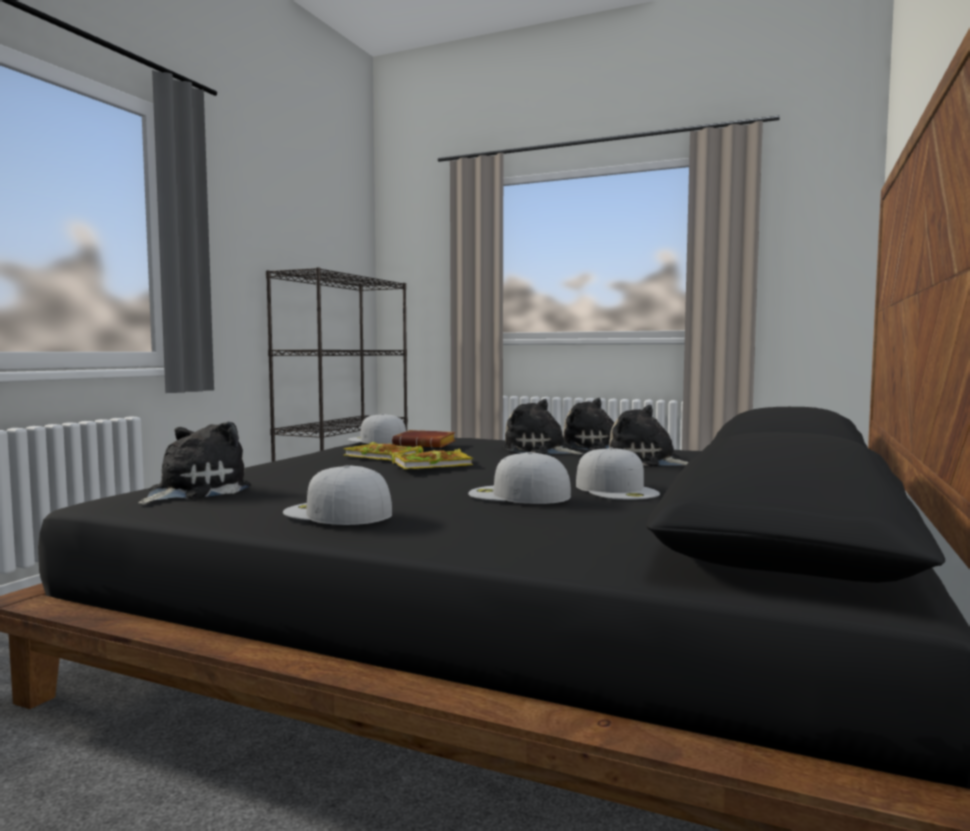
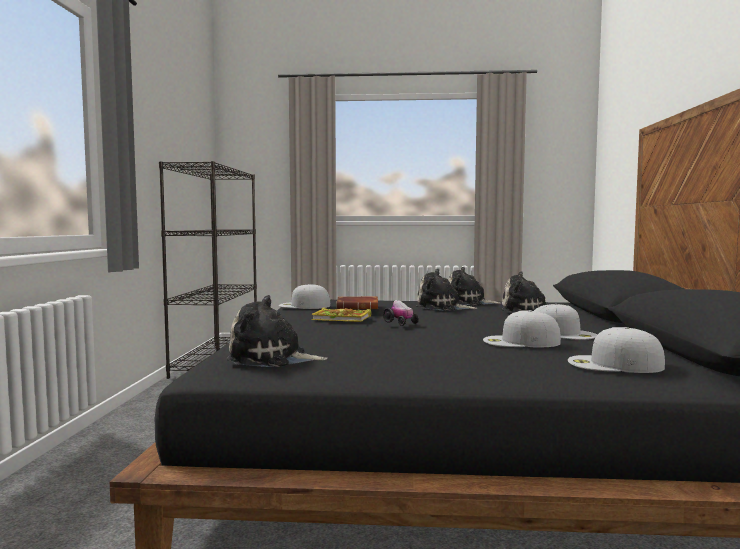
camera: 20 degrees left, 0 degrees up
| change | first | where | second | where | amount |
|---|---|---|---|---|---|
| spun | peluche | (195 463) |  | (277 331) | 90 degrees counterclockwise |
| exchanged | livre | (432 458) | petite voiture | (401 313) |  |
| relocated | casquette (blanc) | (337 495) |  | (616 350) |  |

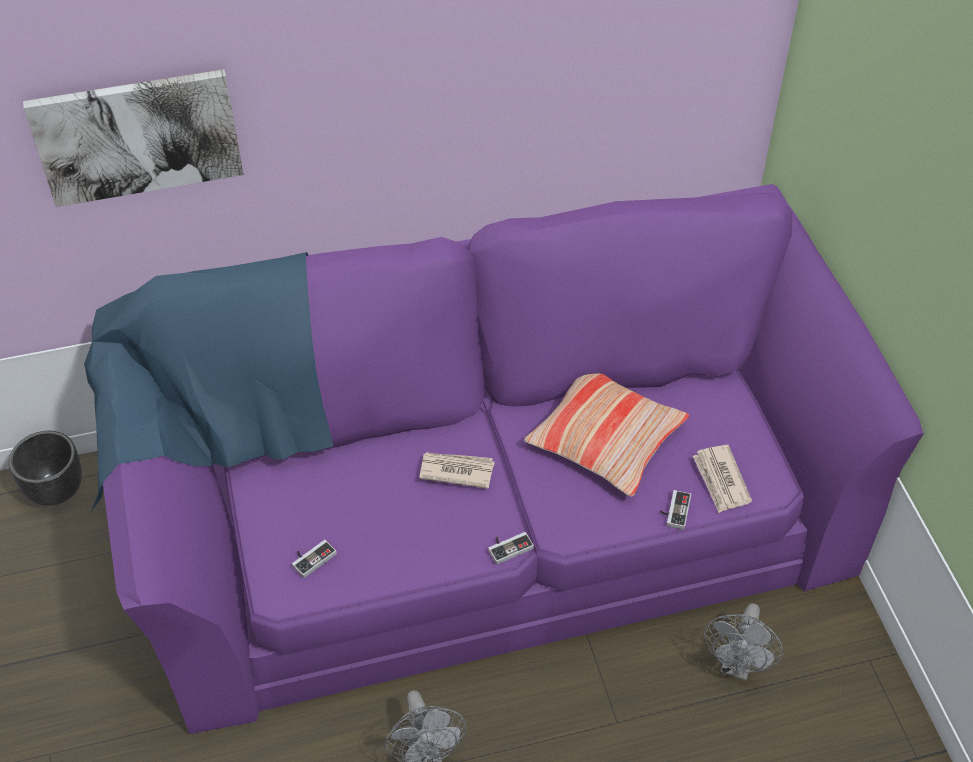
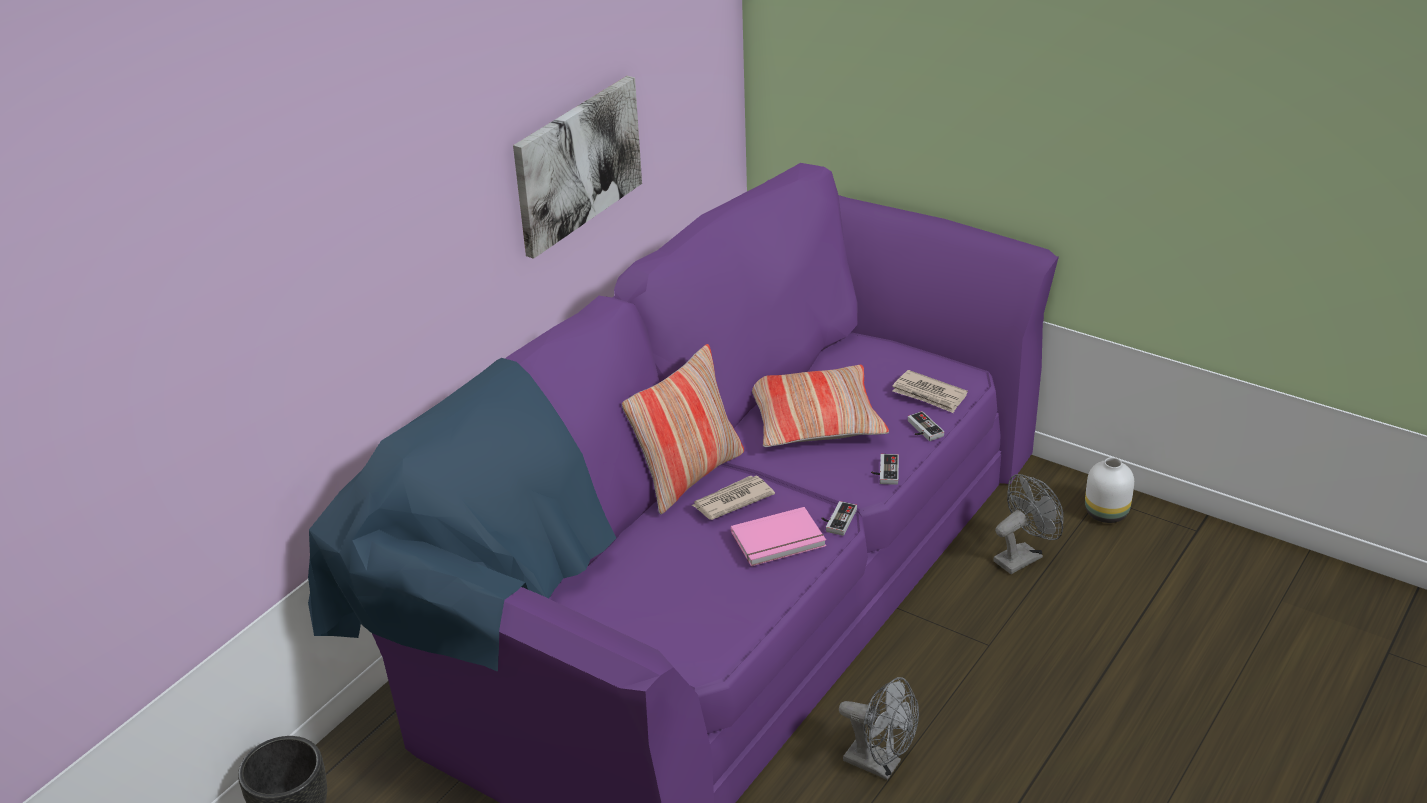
camera: 40 degrees left, 15 degrees down
| change | first | where | second | where | amount |
|---|---|---|---|---|---|
| relocated | tableau | (133 138) |  | (577 167) |  |
| relocated | manette | (314 559) |  | (885 469) |  |
| spun | ventilateur (gris) | (743 642) |  | (1028 524) | 105 degrees counterclockwise |
| appeared |  |  | coussin | (683 429) |  |
| appeared |  |  | vase (blanc) | (1109 490) |  |
| appeared |  |  | livre (rose) | (778 536) |  |

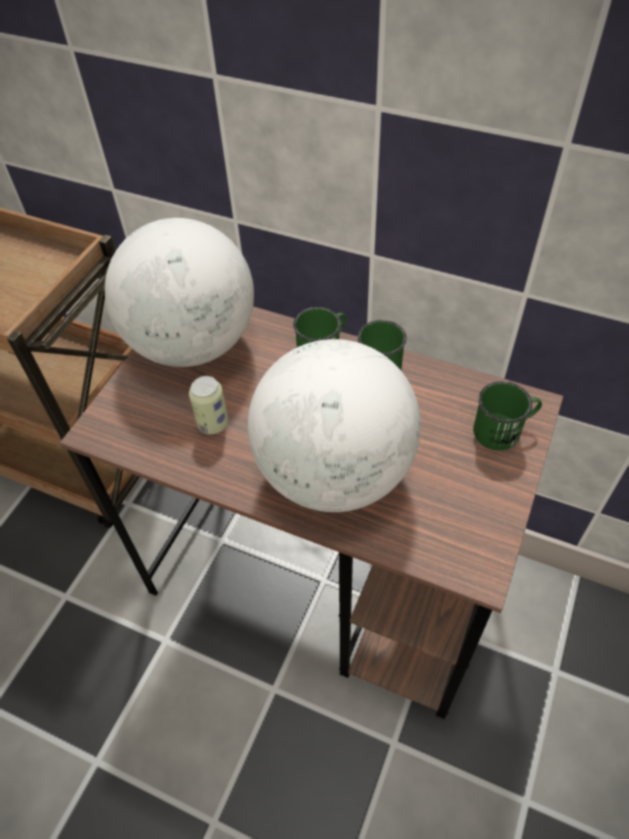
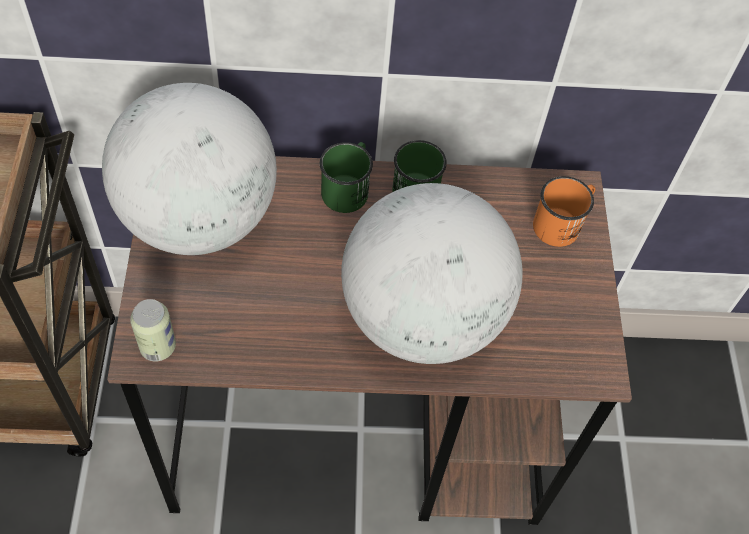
camera: 30 degrees left, 5 degrees up
| change | first | where | second | where | amount |
|---|---|---|---|---|---|
| relocated | boîte métallique | (208 405) |  | (153 330) |  |
| colour | mug (vert) | (507 415) | mug (orange) | (564 211) |  |

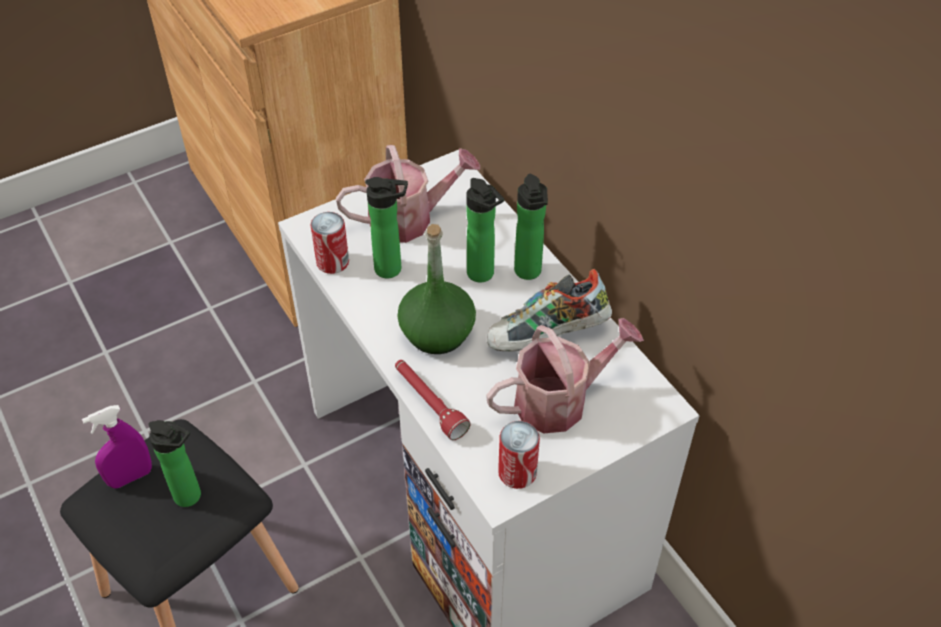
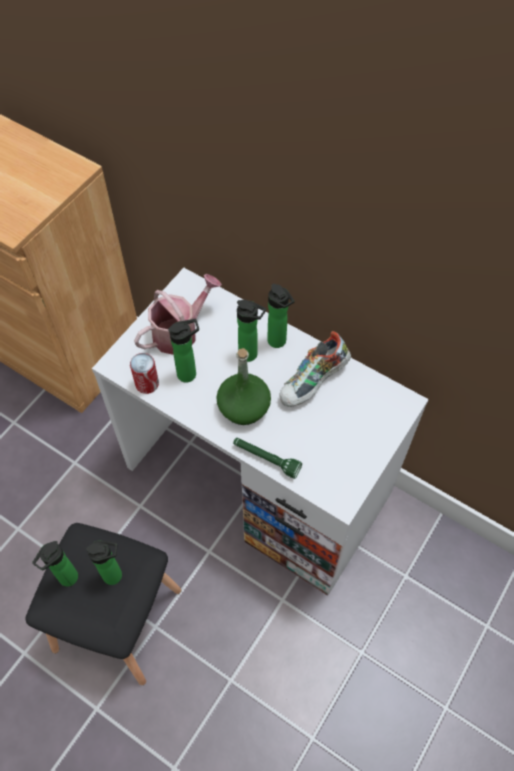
camera: 25 degrees left, 10 degrees up
| change | first | where | second | where | amount |
|---|---|---|---|---|---|
| missing | arrosoir | (565 375) |  |  |  |
| colour | lampe de poche (rouge) | (433 400) | lampe de poche (vert) | (267 458) |  |
| exchanged | vaporisateur (violet) | (117 446) | bouteille | (55 564) |  |
| missing | boîte métallique | (519 455) |  |  |  |

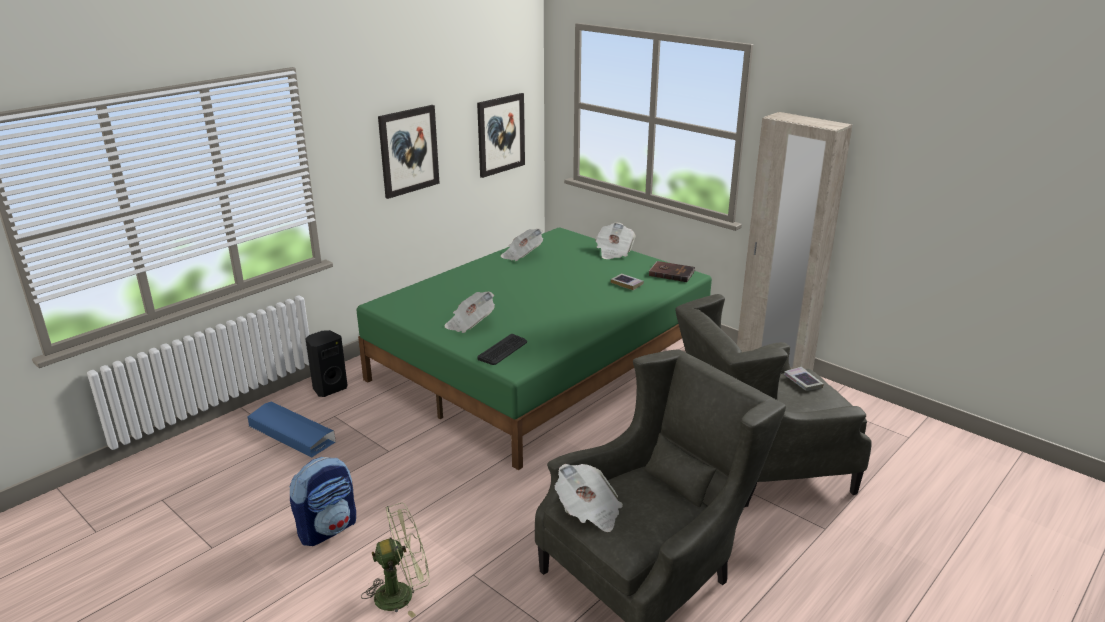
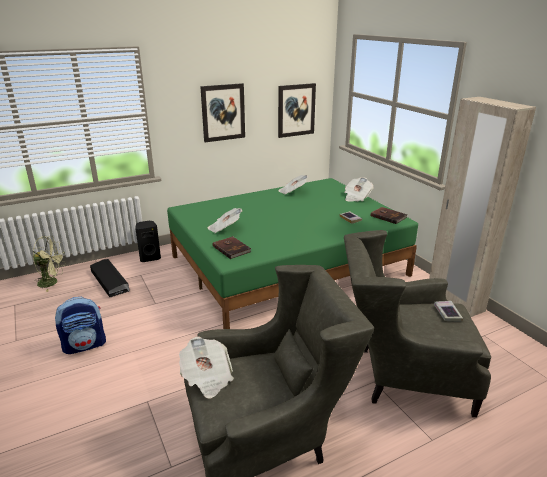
camera: 20 degrees right, 0 degrees up
| change | first | where | second | where | amount |
|---|---|---|---|---|---|
| exchanged | clavier | (502 349) | livre (marron) | (232 247) |  |
| colour | boîte de rangement (bleu) | (292 429) | boîte de rangement (noir) | (109 278) |  |
| relocated | ventilateur (vert) | (395 560) |  | (49 264) |  |

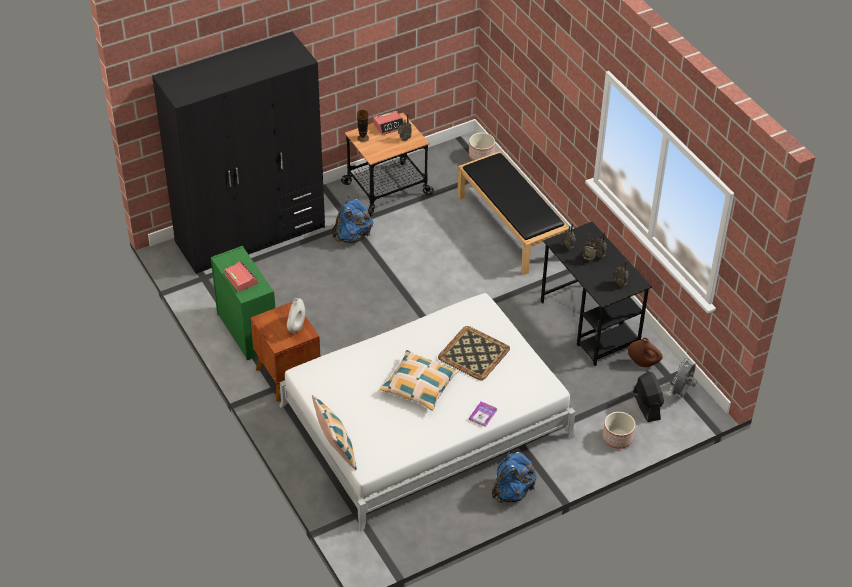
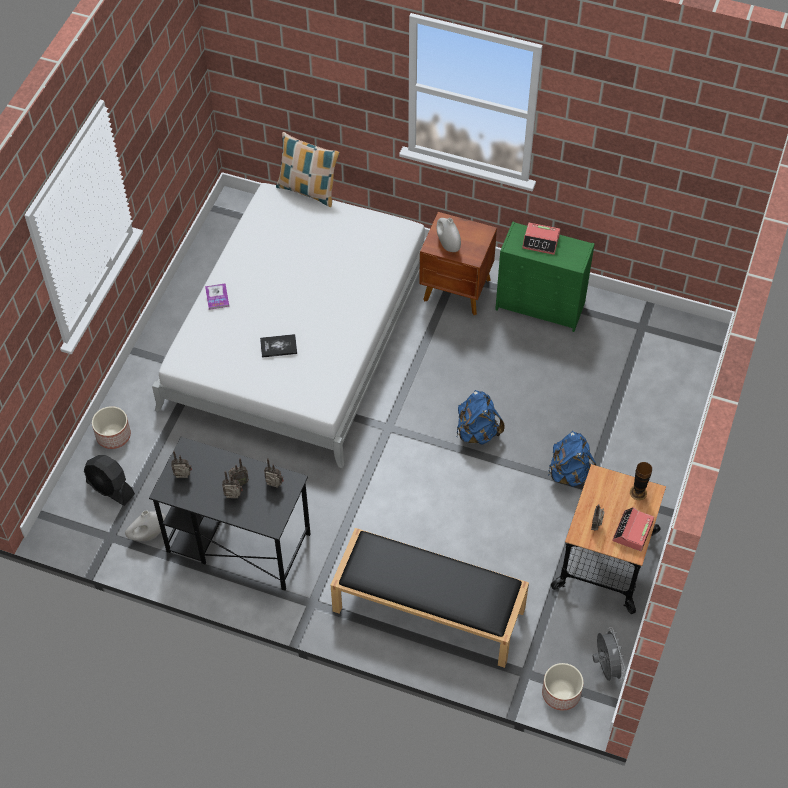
camera: 140 degrees right, 10 degrees up
| change | first | where | second | where | amount |
|---|---|---|---|---|---|
| missing | armoire (noir) | (238 152) |  |  |  |
| exchanged | plateau | (474 353) | livre | (278 346) |  |
| colour | vase (marron) | (645 352) | vase (blanc) | (145 525) |  |
| missing | coussin | (419 380) |  |  |  |
| relocated | ventilateur (gris) | (683 378) |  | (609 654) |  |
| relocated | sac à dos (bleu) | (514 477) |  | (481 417) |  |

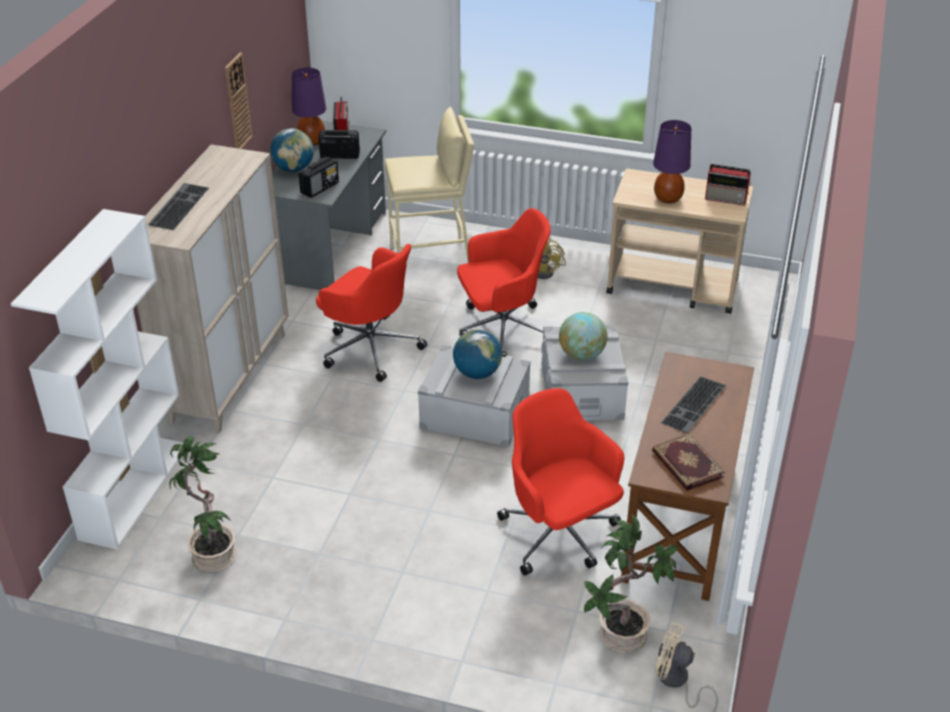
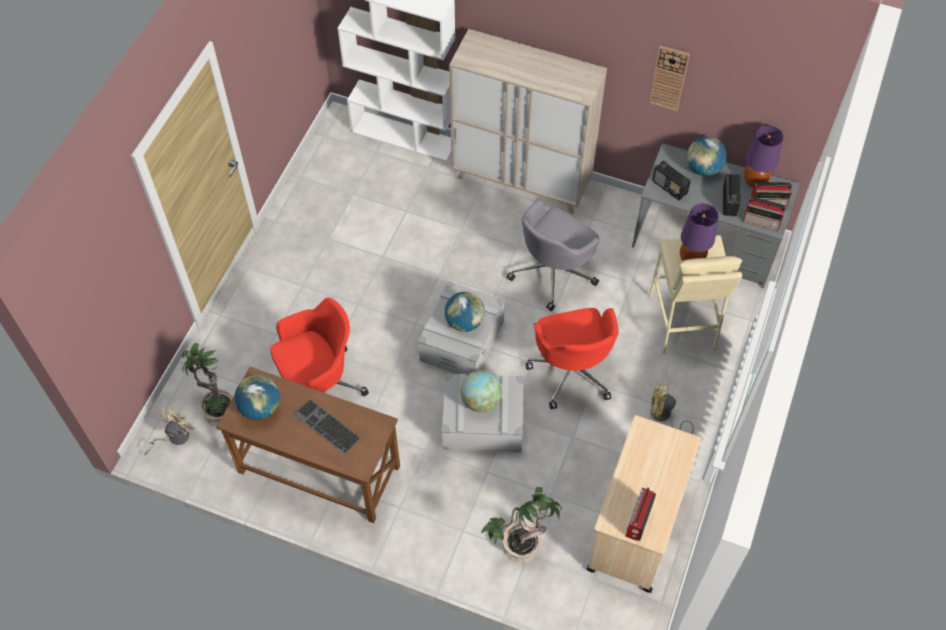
camera: 95 degrees right, 20 degrees up
| change | first | where | second | where | amount |
|---|---|---|---|---|---|
| relocated | lampe de table (violet) | (672 161) |  | (699 232) |  |
| missing | clavier | (178 206) |  |  |  |
| colour | chaise de bureau (rouge) | (371 313) | chaise de bureau (gris) | (553 255) |  |
| exchanged | livre | (688 462) | globe | (257 397) |  |
| relocated | plante en pot | (203 504) |  | (521 525) |  |
| appeared |  |  | radio | (764 214) |  |

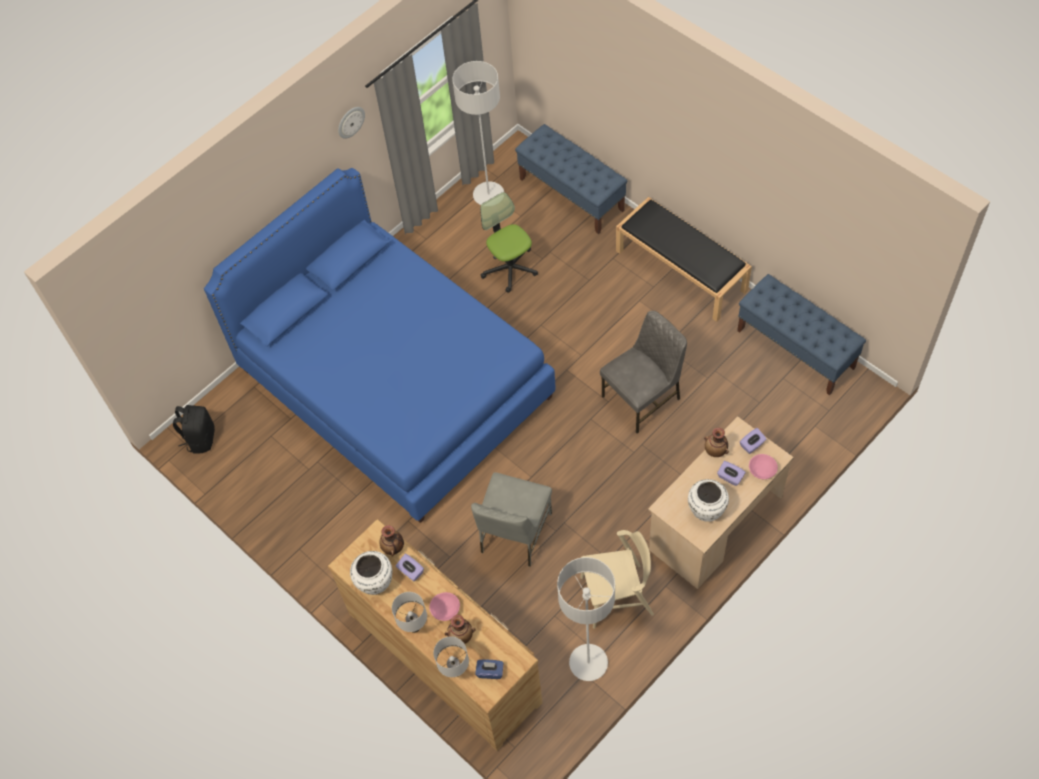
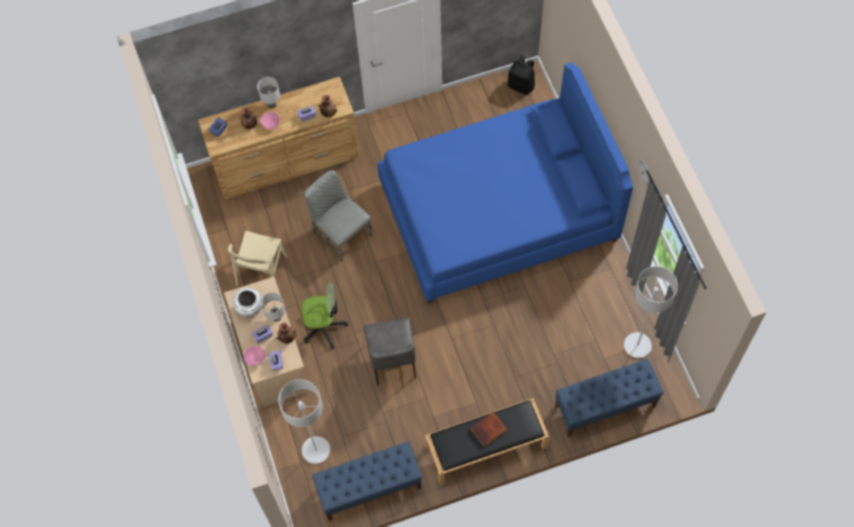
camera: 115 degrees right, 5 degrees up
| change | first | where | second | where | amount |
|---|---|---|---|---|---|
| relocated | chaise de bureau | (509 242) |  | (325 315) |  |
| missing | vase (blanc) | (371 573) |  |  |  |
| relocated | lampadaire (gris) | (586 619) |  | (304 421) |  |
| relocated | lampe de table (blanc) | (451 656) |  | (273 307) |  |
| appeared |  |  | livre | (488 429) |  |

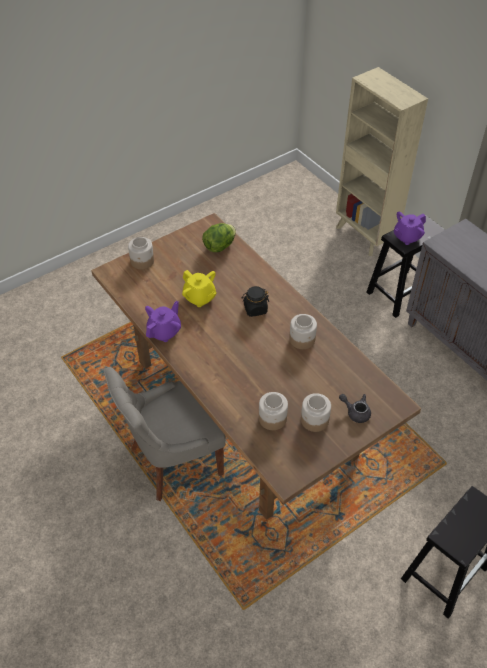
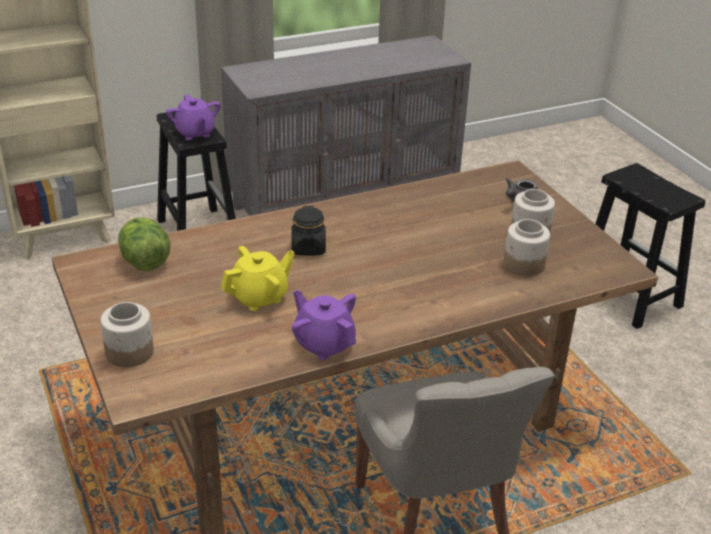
camera: 80 degrees left, 15 degrees down
| change | first | where | second | where | amount |
|---|---|---|---|---|---|
| missing | bocal | (303 331) |  |  |  |

